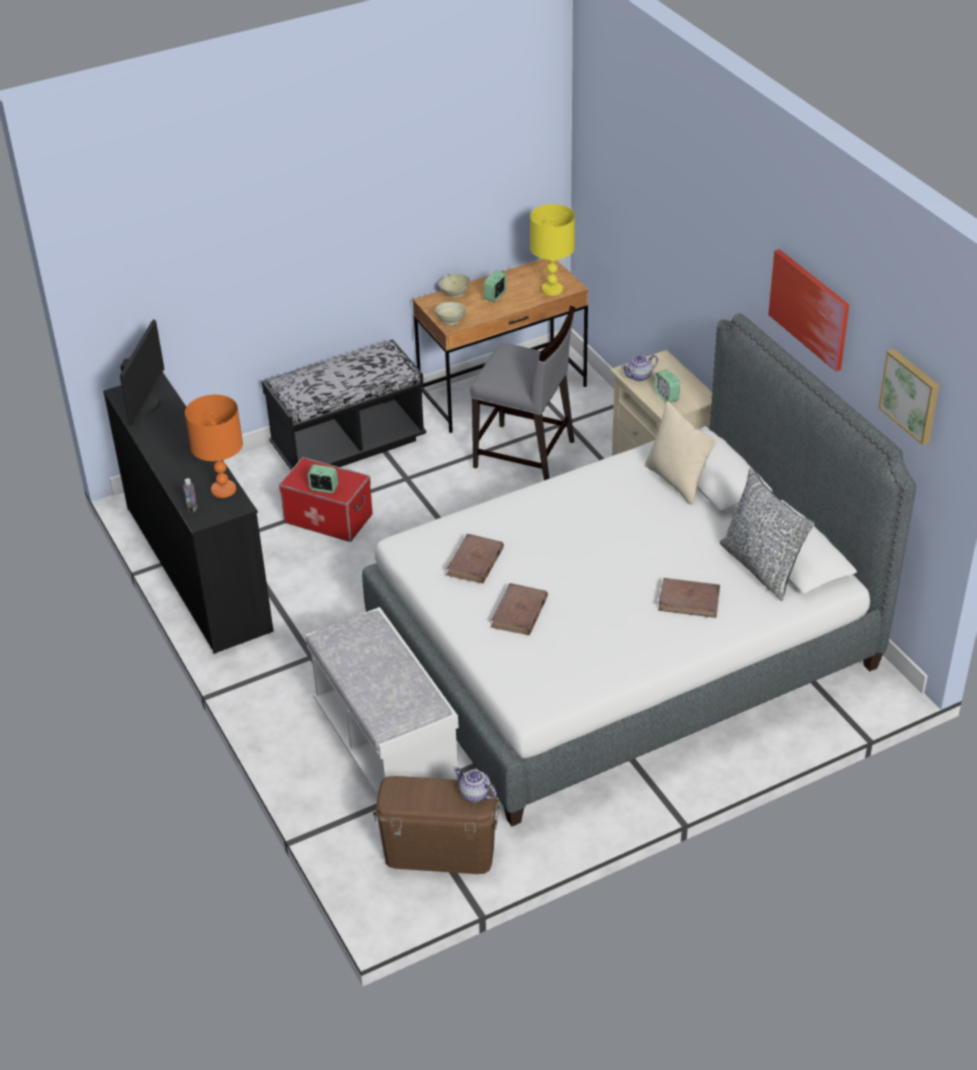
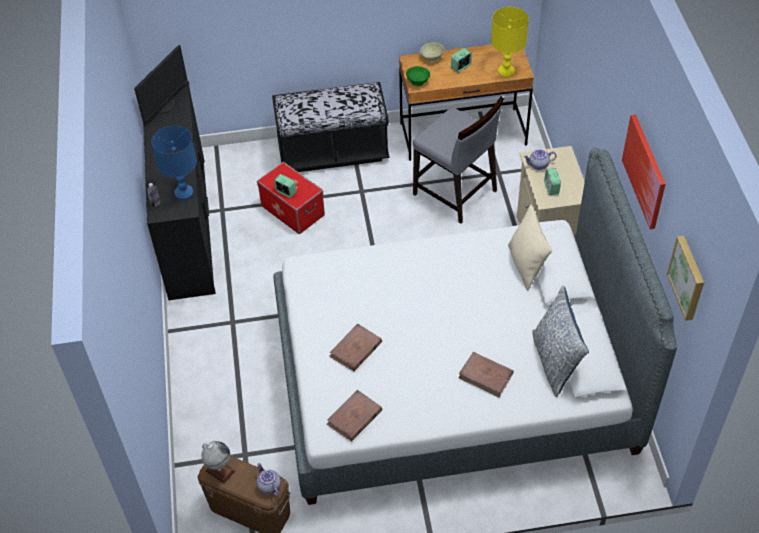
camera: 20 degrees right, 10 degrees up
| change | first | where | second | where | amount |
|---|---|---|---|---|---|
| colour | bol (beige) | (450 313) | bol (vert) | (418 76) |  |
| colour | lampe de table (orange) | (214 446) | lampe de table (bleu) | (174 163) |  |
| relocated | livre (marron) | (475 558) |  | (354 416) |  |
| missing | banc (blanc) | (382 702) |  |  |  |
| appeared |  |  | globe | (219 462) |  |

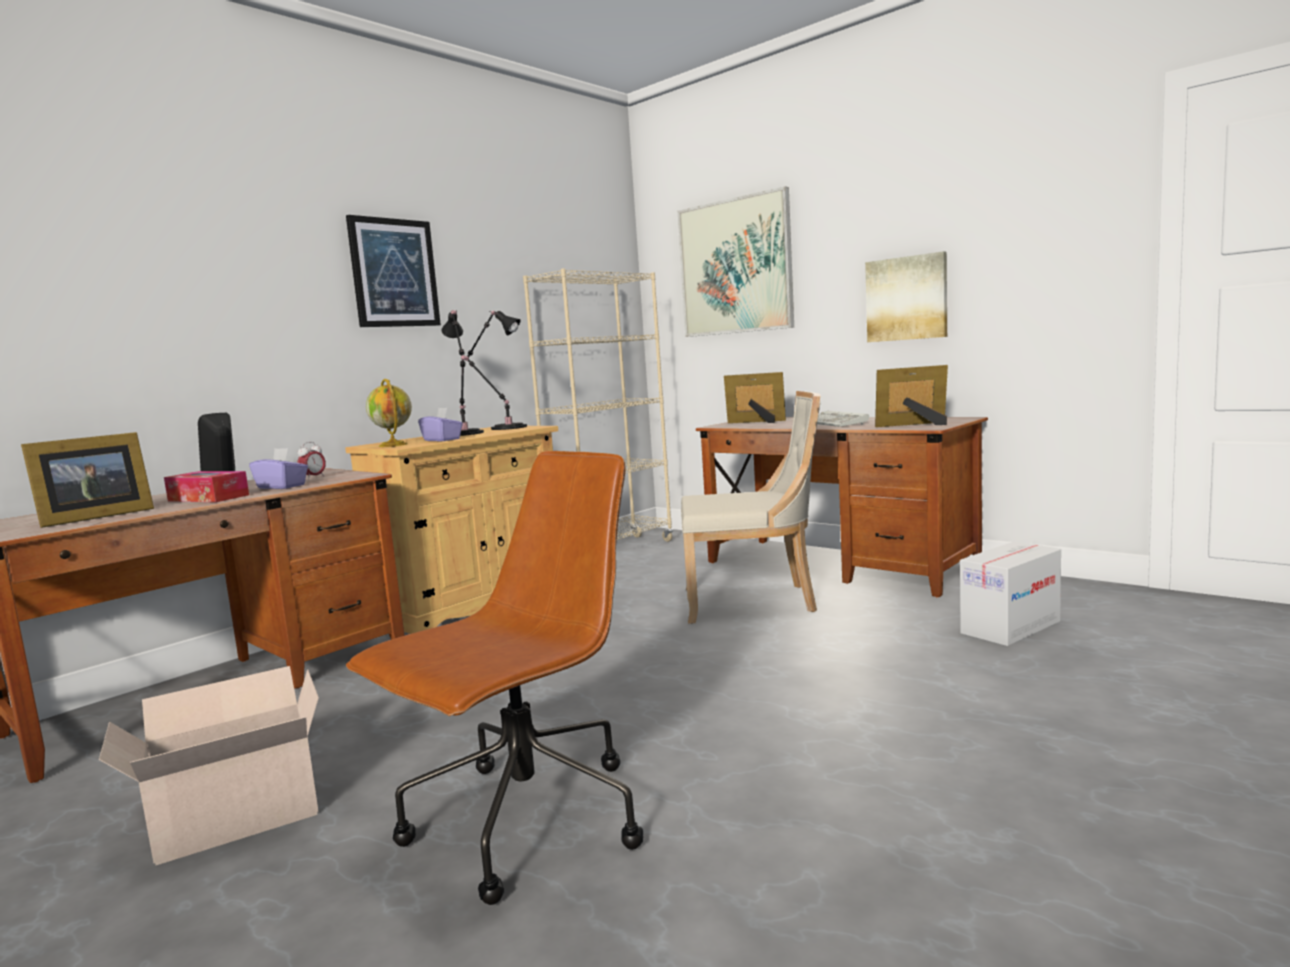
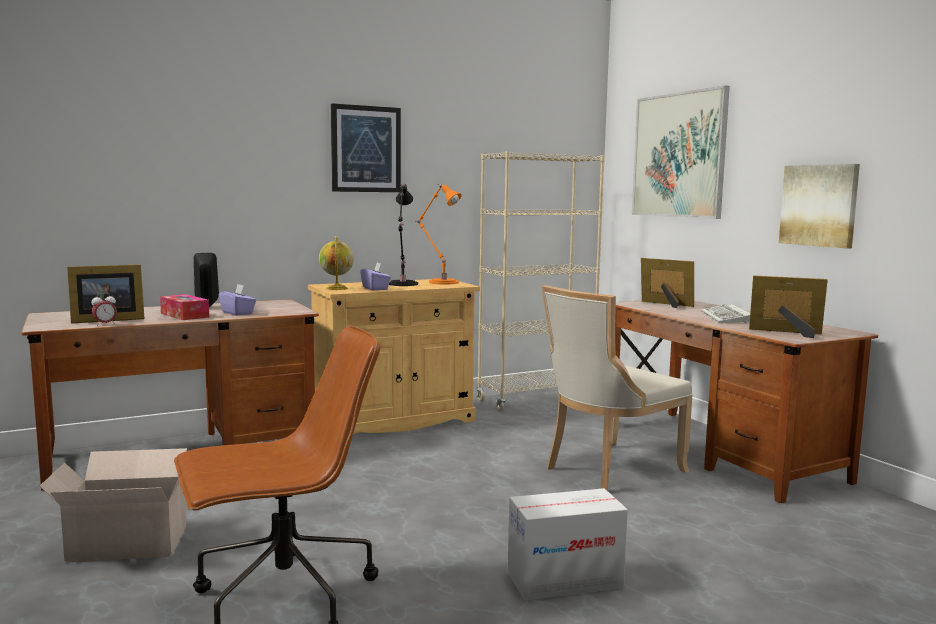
camera: 20 degrees right, 0 degrees up
| change | first | where | second | where | amount |
|---|---|---|---|---|---|
| colour | lampe de table (noir) | (496 370) | lampe de table (orange) | (439 234) |  |
| spun | chaise (beige) | (751 507) |  | (617 388) | 120 degrees clockwise |
| relocated | réveil | (311 461) |  | (104 309) |  |
| relocated | carton | (1010 593) |  | (568 544) |  |

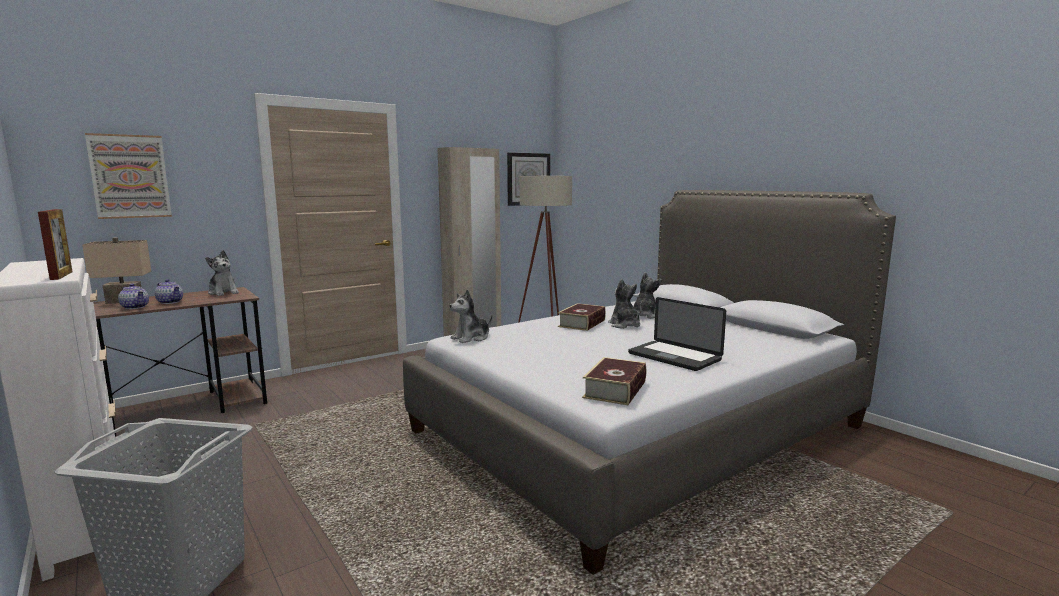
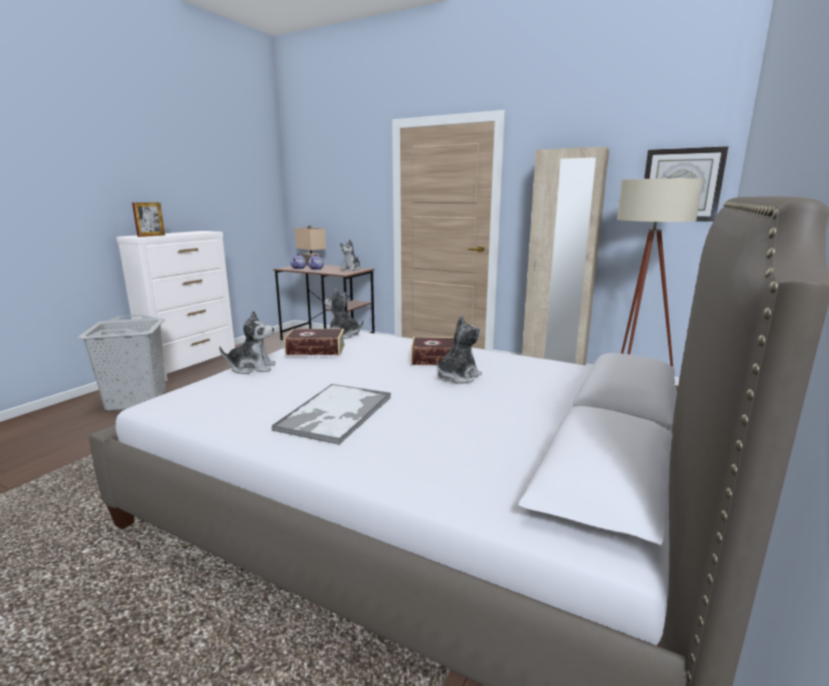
camera: 65 degrees right, 5 degrees up
| change | first | where | second | where | amount |
|---|---|---|---|---|---|
| missing | tableau | (128 176) |  |  |  |
| relocated | peluche | (648 295) |  | (247 342) |  |
| exchanged | ordinateur portable | (677 334) | plateau | (331 414) |  |
| relocated | livre | (614 381) |  | (314 342) |  |

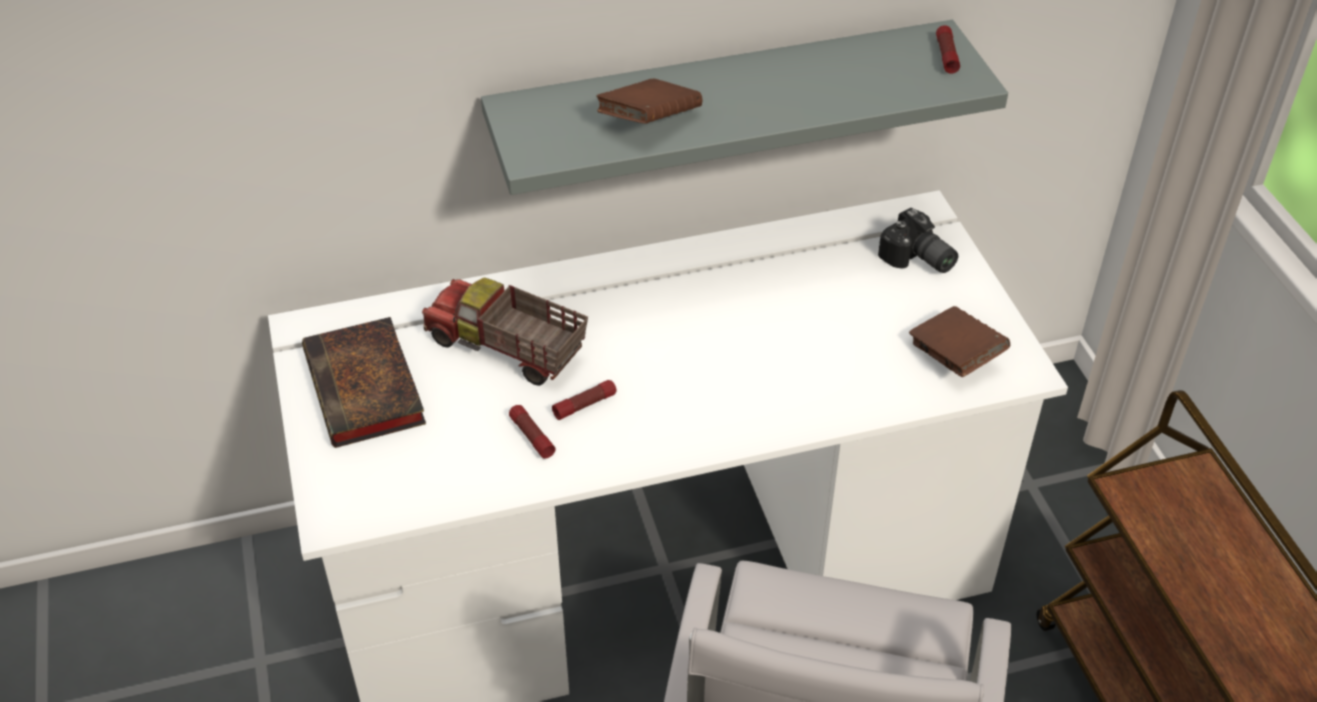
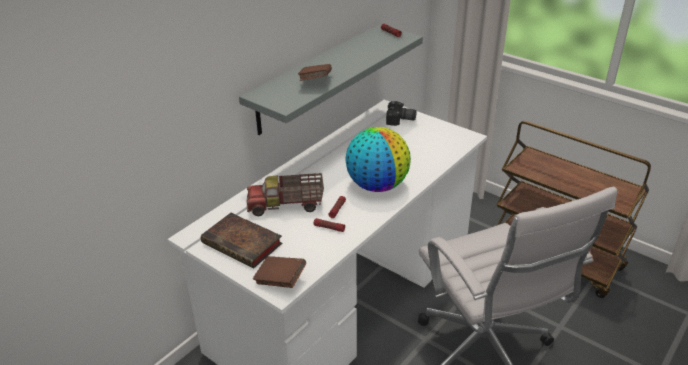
camera: 35 degrees left, 10 degrees down
| change | first | where | second | where | amount |
|---|---|---|---|---|---|
| relocated | livre (marron) | (959 341) |  | (279 272) |  |
| appeared |  |  | globe | (378 159) |  |

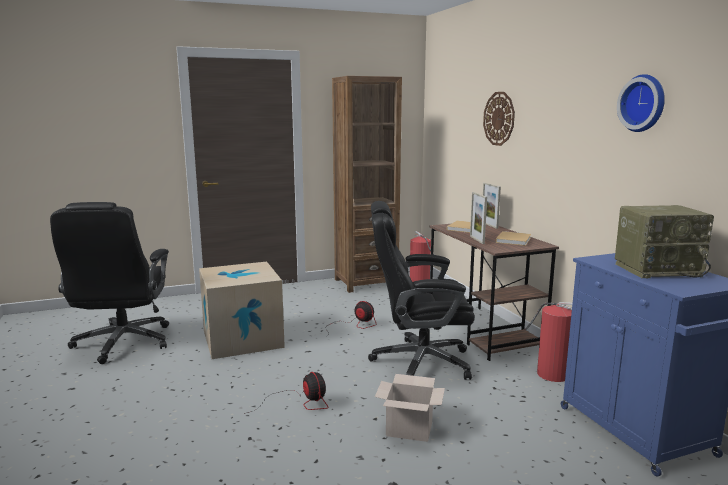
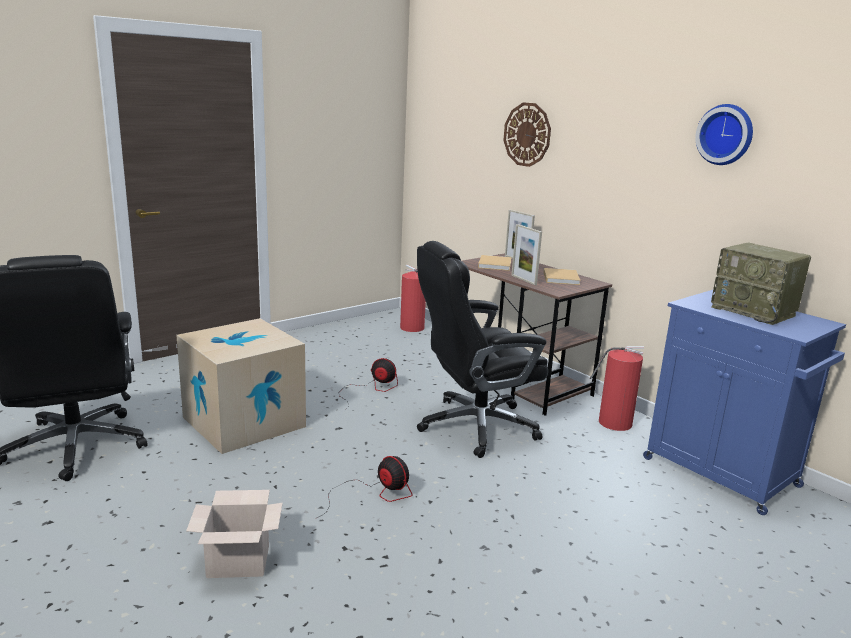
camera: 20 degrees left, 5 degrees up
| change | first | where | second | where | amount |
|---|---|---|---|---|---|
| missing | bibliothèque (marron) | (367 184) |  |  |  |
| spun | radio | (664 242) |  | (761 284) | 75 degrees clockwise |
| relocated | carton | (410 408) |  | (234 534) |  |

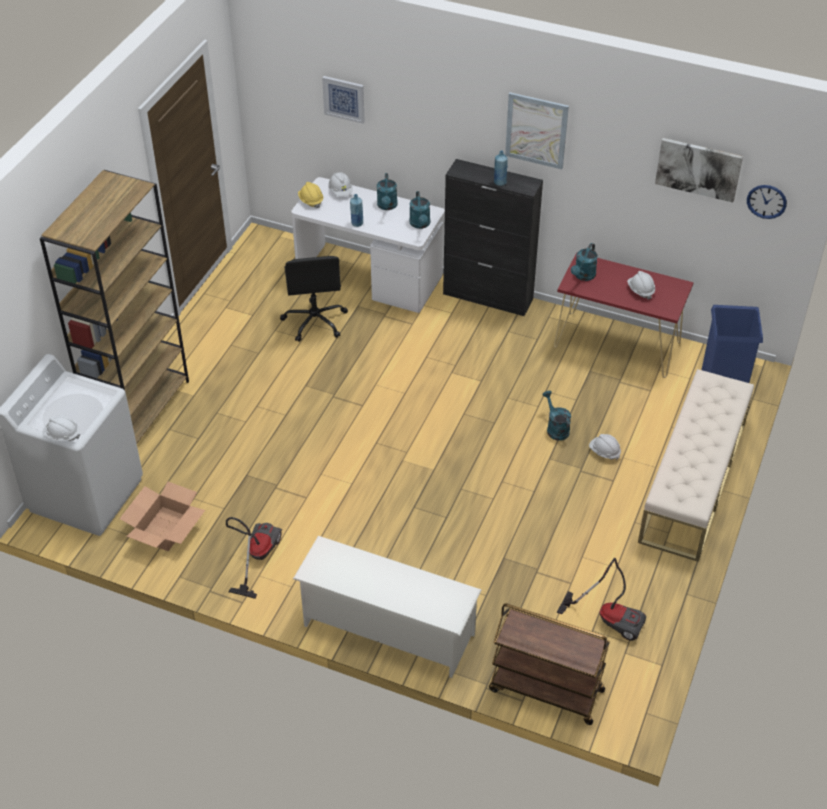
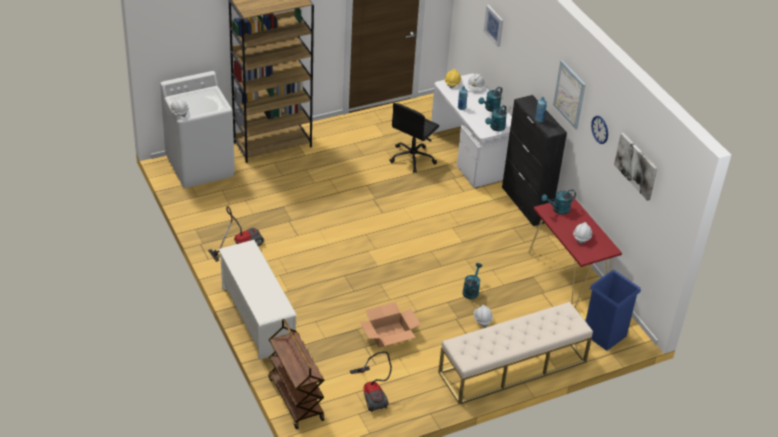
camera: 40 degrees right, 5 degrees down
| change | first | where | second | where | amount |
|---|---|---|---|---|---|
| relocated | horloge murale | (767 202) |  | (599 130) |  |
| relocated | carton | (162 516) |  | (390 325) |  |

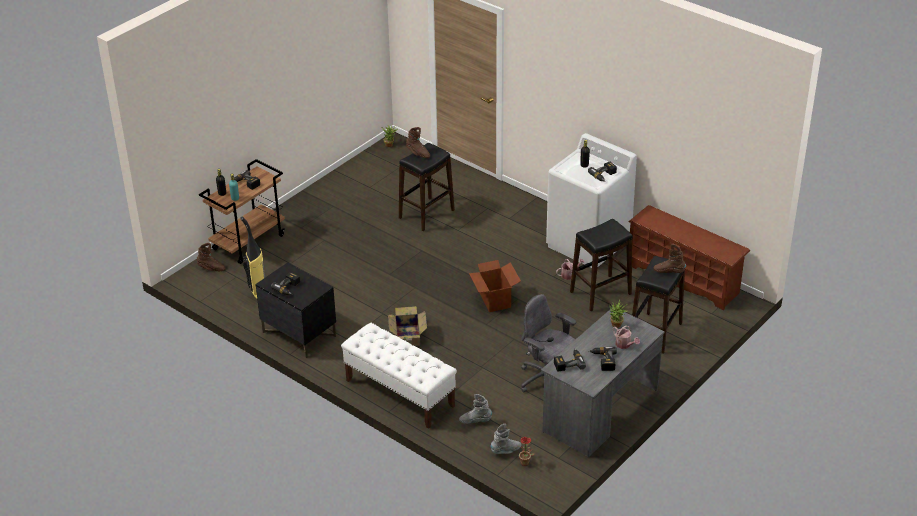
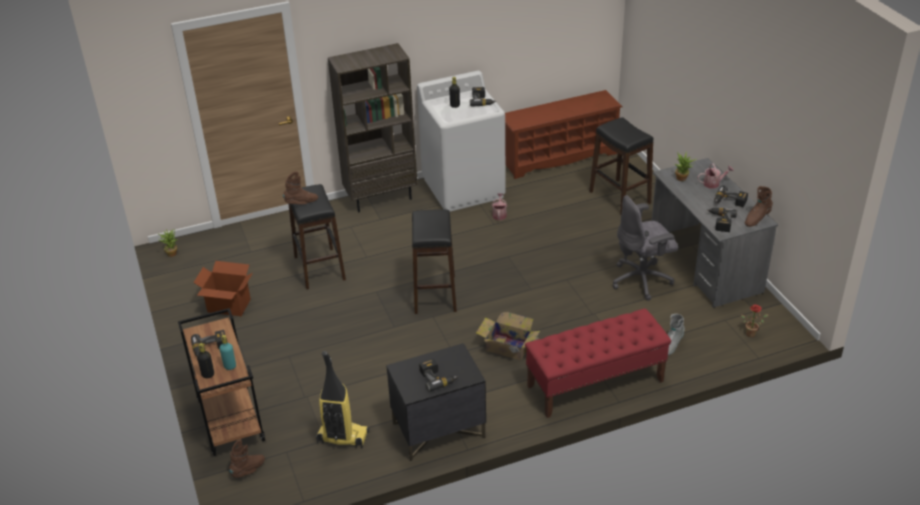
camera: 60 degrees left, 0 degrees up
| change | first | where | second | where | amount |
|---|---|---|---|---|---|
| relocated | tabouret (noir) | (601 265) |  | (434 262) |  |
| relocated | botte (marron) | (670 258) |  | (759 206) |  |
| relocated | carton | (495 286) |  | (222 288) |  |
| colour | banc (blanc) | (399 376) | banc (rouge) | (598 363) |  |
| missing | botte (gris) | (506 439) |  |  |  |
| appeared |  |  | bibliothèque (marron) | (373 127) |  |

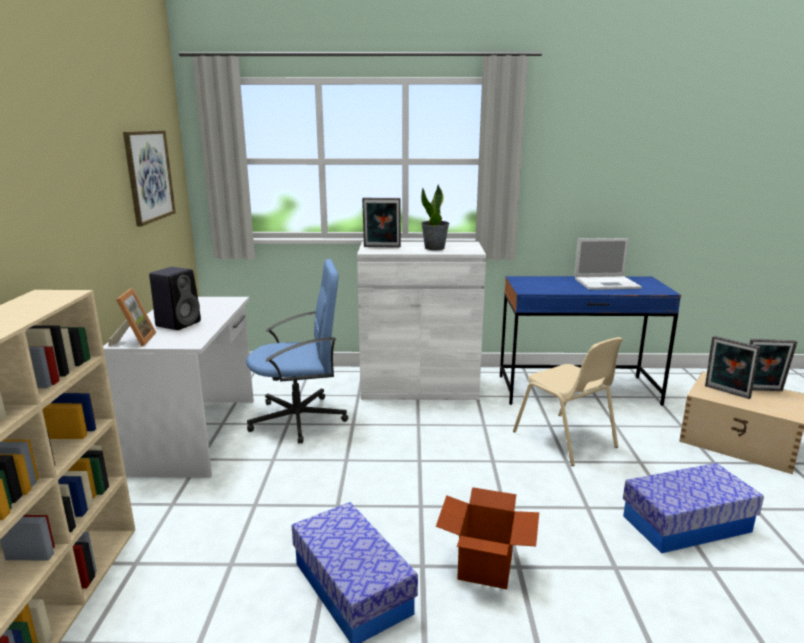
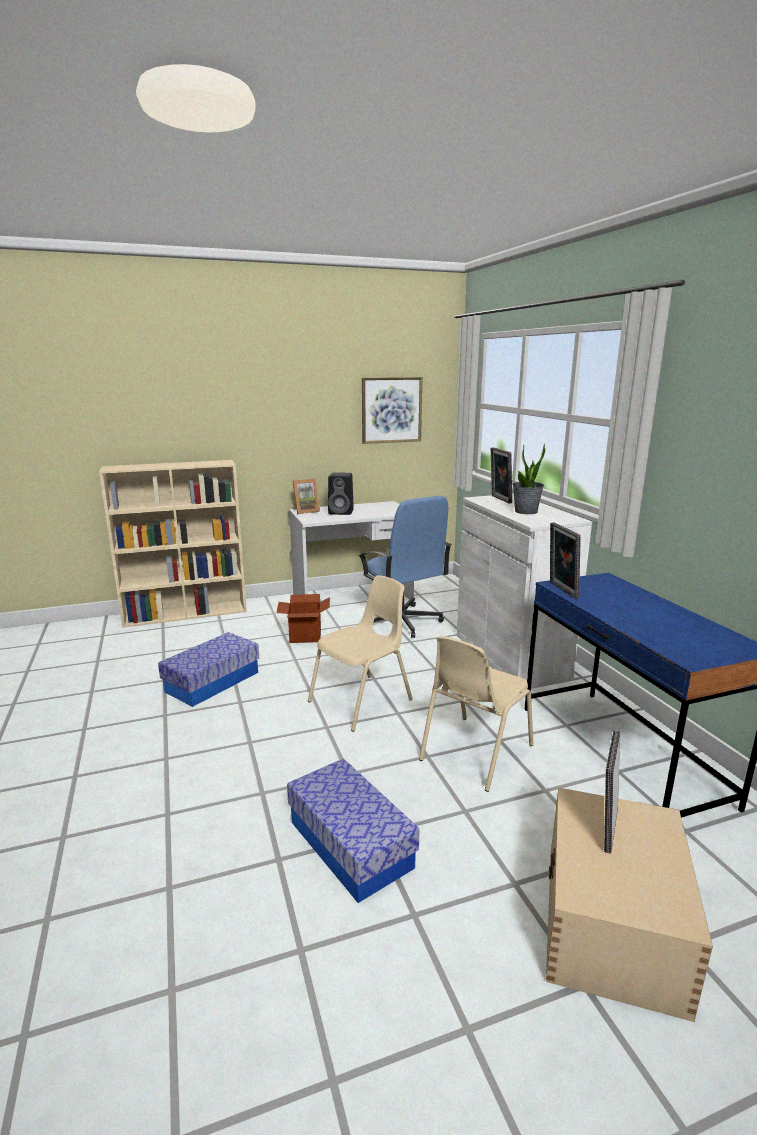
camera: 70 degrees right, 0 degrees up
| change | first | where | second | where | amount |
|---|---|---|---|---|---|
| missing | ordinateur portable | (608 264) |  |  |  |
| relocated | cadre photo | (773 365) |  | (565 560) |  |
| relocated | carton | (487 538) |  | (303 618) |  |
| appeared |  |  | chaise (beige) | (360 653) |  |

